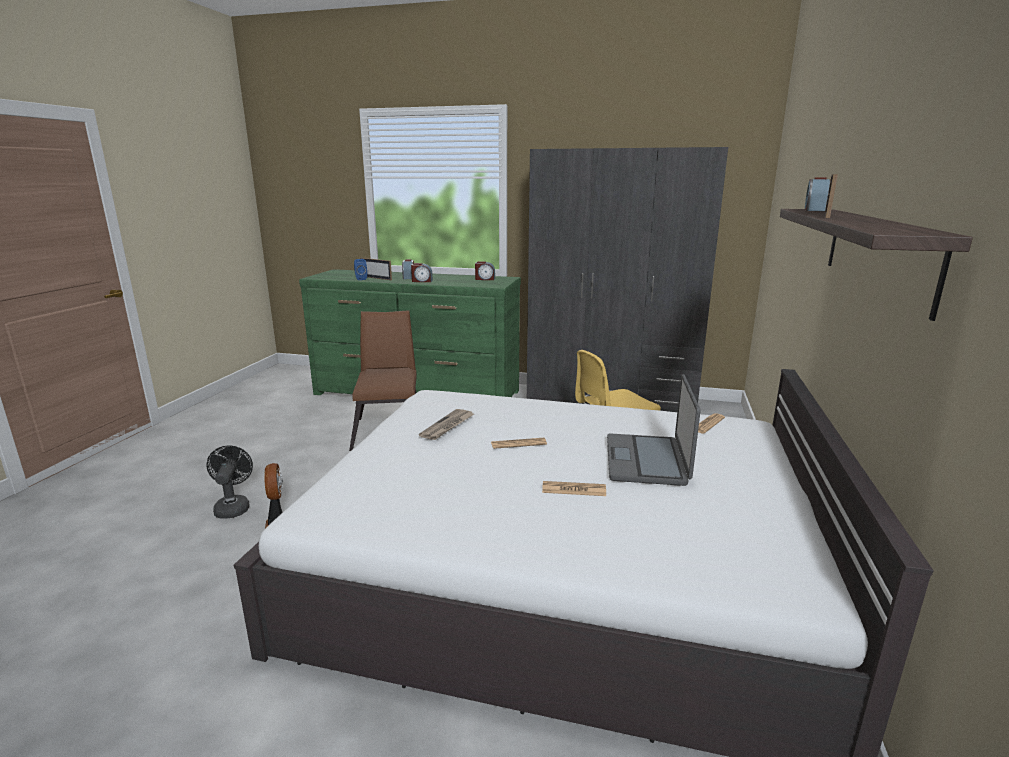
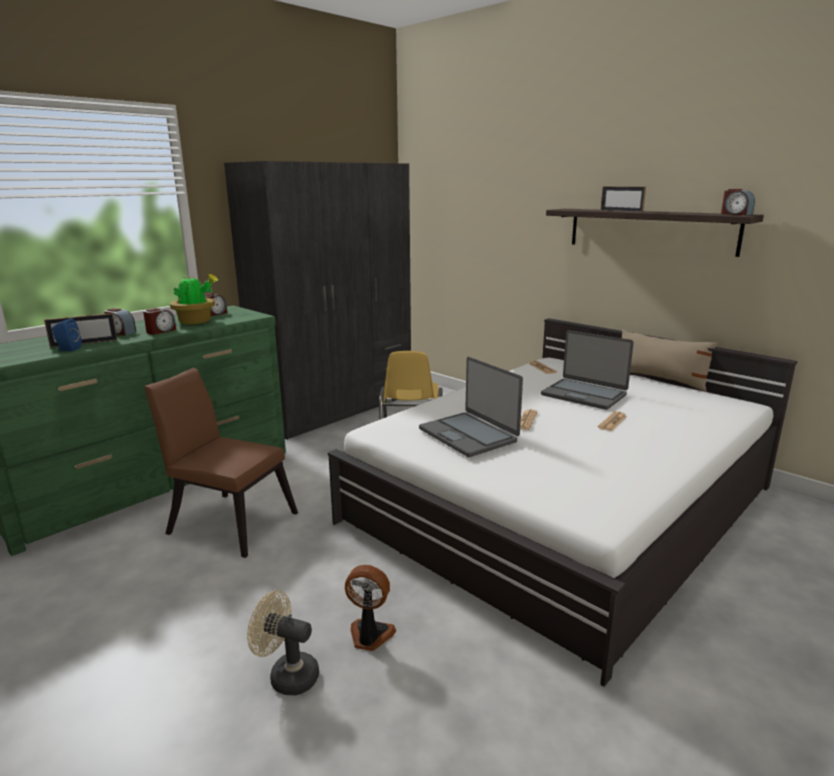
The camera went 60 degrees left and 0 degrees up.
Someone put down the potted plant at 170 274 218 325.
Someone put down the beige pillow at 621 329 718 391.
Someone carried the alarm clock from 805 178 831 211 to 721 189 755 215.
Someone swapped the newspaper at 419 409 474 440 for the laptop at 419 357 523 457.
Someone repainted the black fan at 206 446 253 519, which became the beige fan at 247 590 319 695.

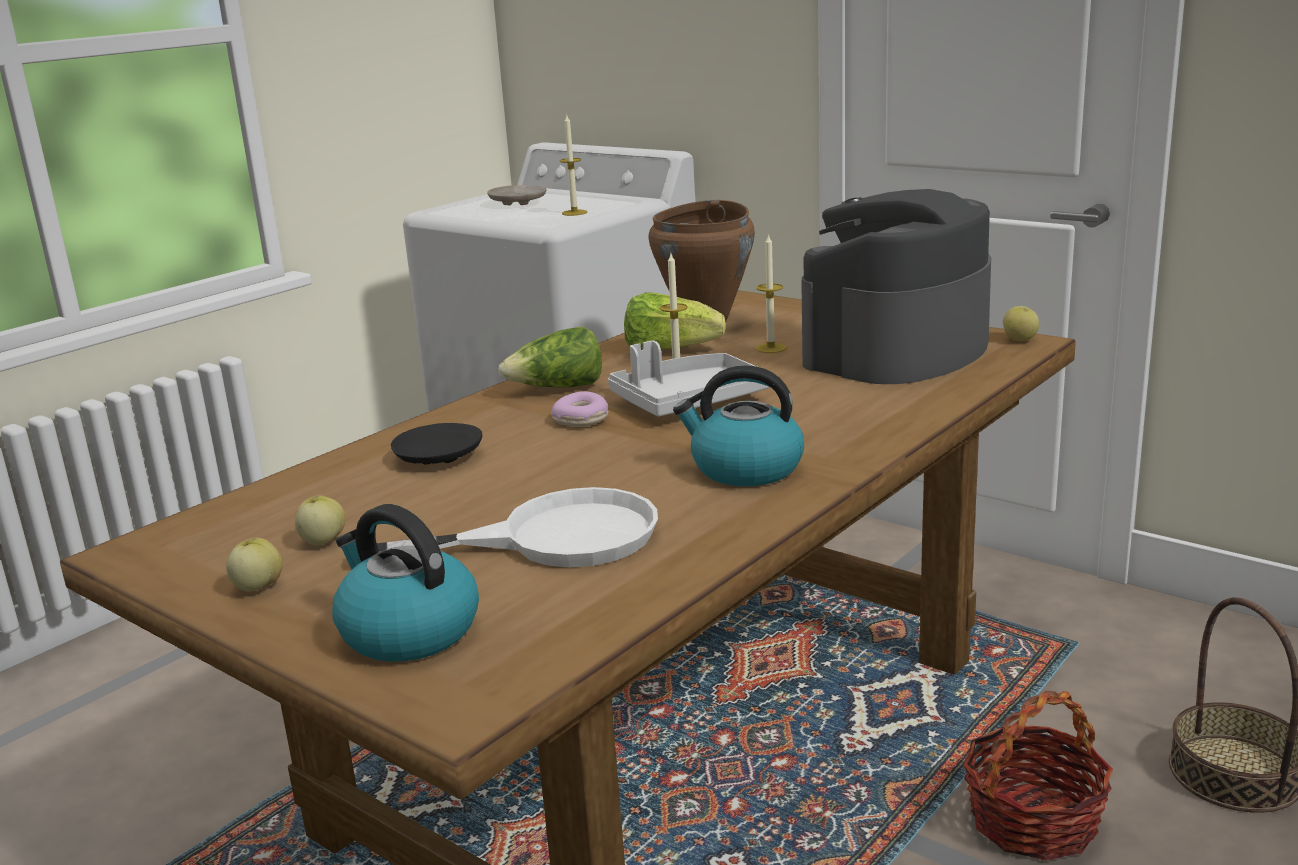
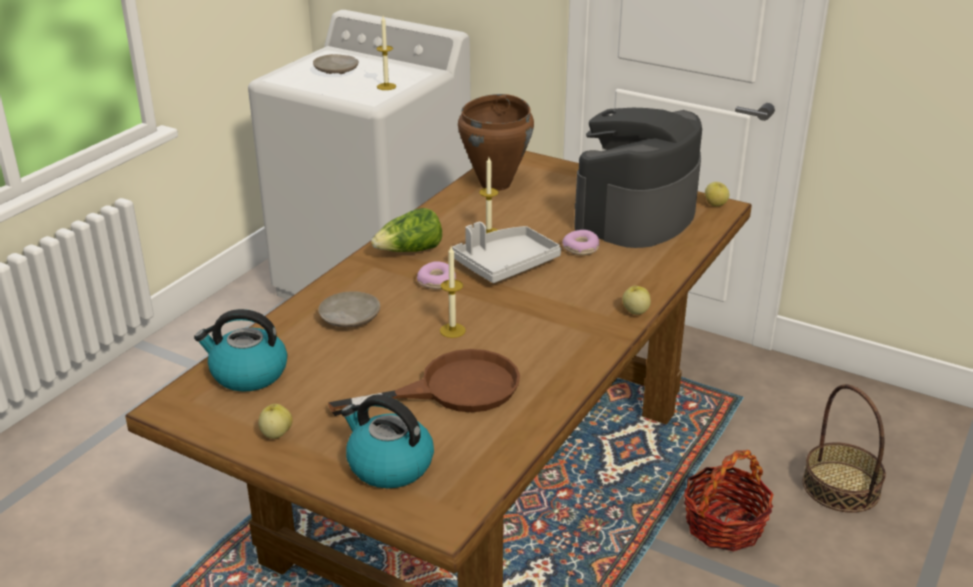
The camera went 10 degrees left and 10 degrees up.
Someone took away the lettuce at 624 292 726 350.
Someone put down the donut at 562 230 599 255.
Someone carried the apple from 295 495 346 545 to 622 286 651 315.
Someone carried the kettle from 673 366 804 486 to 194 309 287 392.
Someone carried the candle from 756 234 786 353 to 440 246 466 338.
Someone repainted the white frying pan at 377 487 658 567, which became the brown frying pan at 328 349 520 416.
Someone repainted the black plate at 391 423 482 465, which became the beige plate at 318 291 380 327.

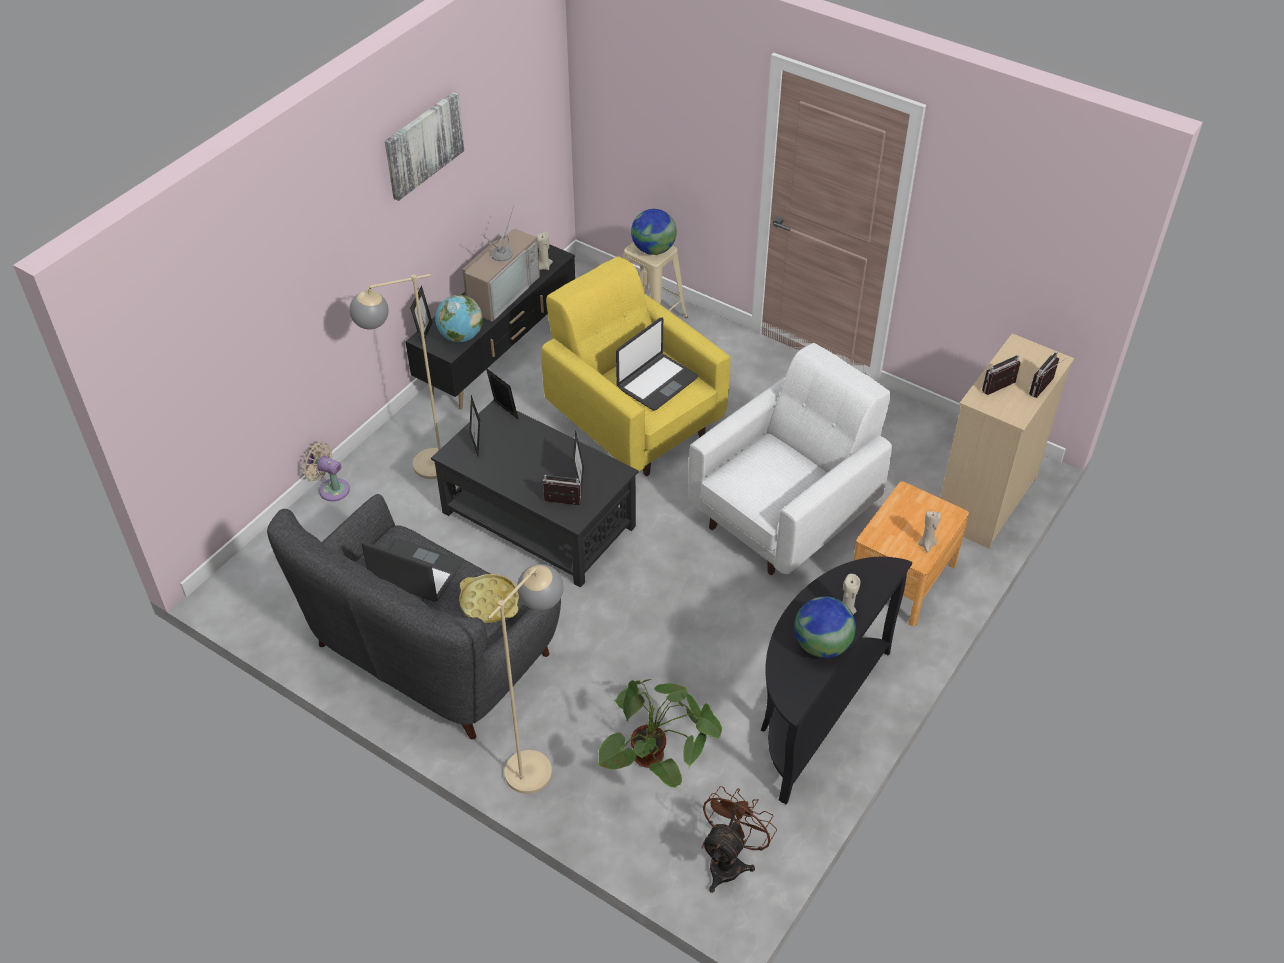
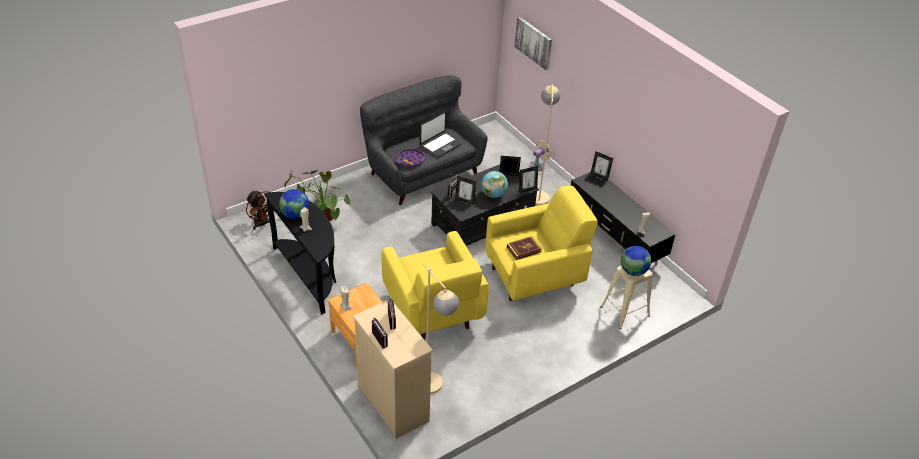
The camera went 110 degrees right and 5 degrees down.
Someone took away the television at 462 205 540 321.
Someone carried the picture from 385 92 465 201 to 514 17 552 70.
Someone carried the globe from 435 295 483 342 to 481 171 508 198.
Someone carried the beige floor lamp from 488 564 564 794 to 423 263 459 394.
Someone swapped the laptop at 616 318 698 411 for the book at 507 236 542 260.
Someone repainted the yellow tray at 459 574 519 623, which became the purple tray at 396 149 426 167.
Someone repainted the white armchair at 688 343 892 575, which became the yellow armchair at 382 231 489 340.

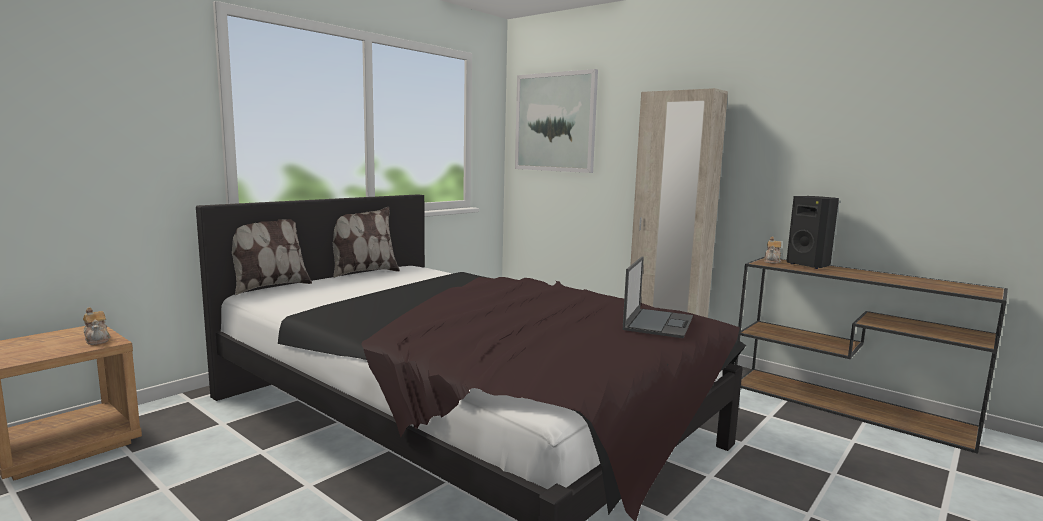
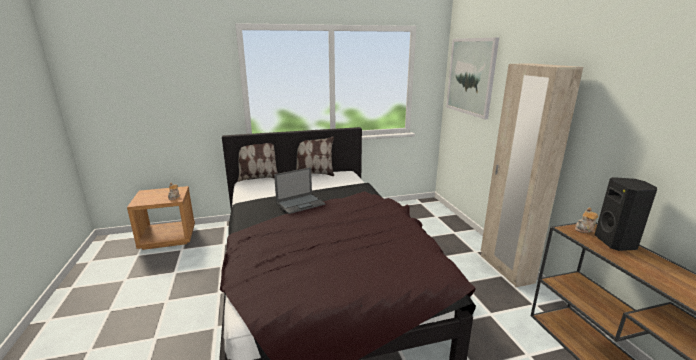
The camera went 35 degrees right and 10 degrees up.
Someone carried the laptop from 623 256 693 338 to 274 167 325 214.

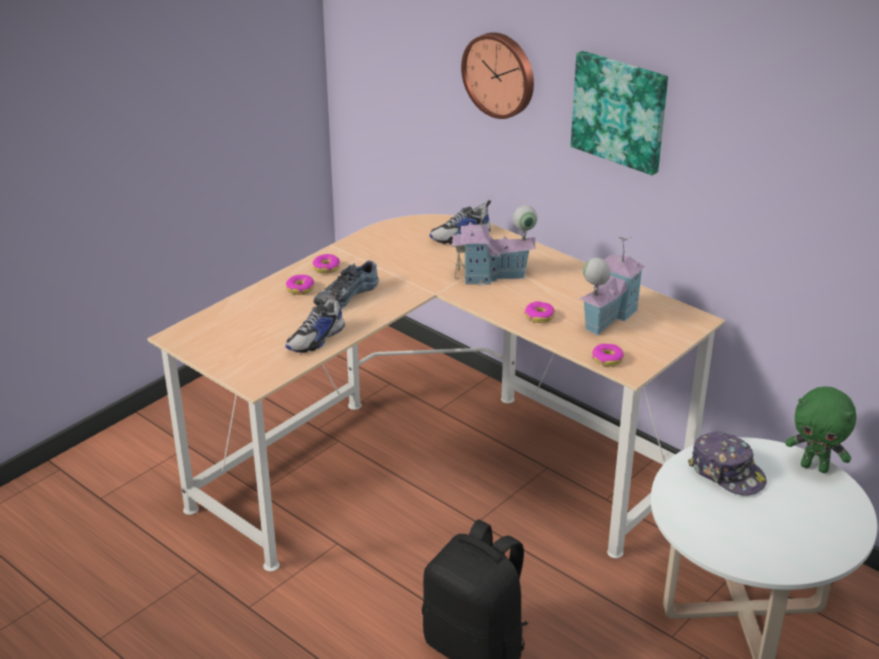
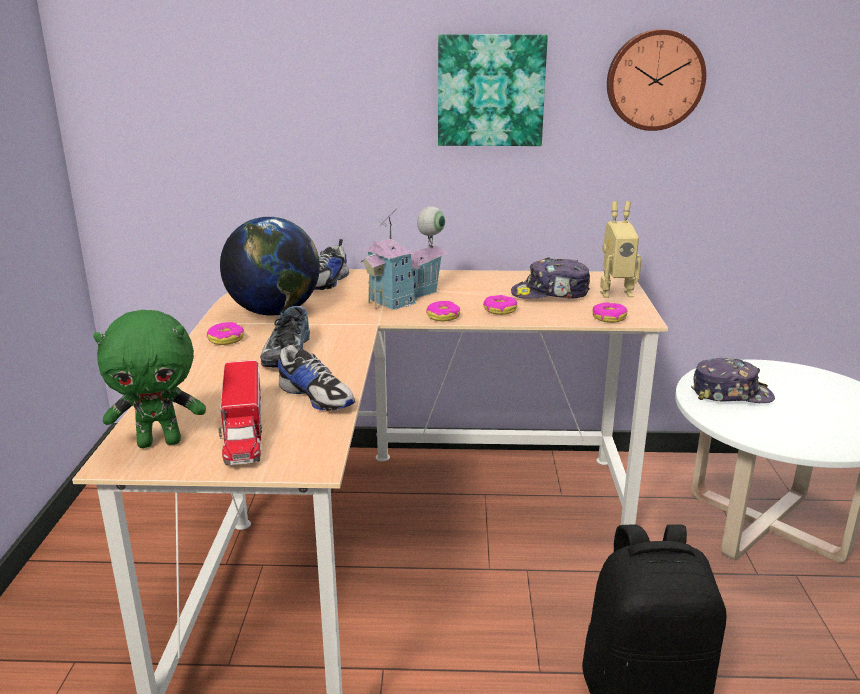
The camera went 40 degrees left and 10 degrees down.
Someone put down the toy truck at 218 360 262 465.
Someone put down the globe at 220 217 320 316.
Someone put down the toy robot at 600 201 642 298.
Someone carried the donut from 286 275 314 295 to 426 301 461 321.
Someone carried the wall clock from 461 32 534 119 to 607 29 706 131.
Someone carried the green plush toy from 786 386 856 473 to 93 310 206 448.
Someone swapped the toy house at 579 237 645 336 for the cap at 511 257 590 299.
Someone rotated the shoe at 285 292 345 353 by 45 degrees counterclockwise.

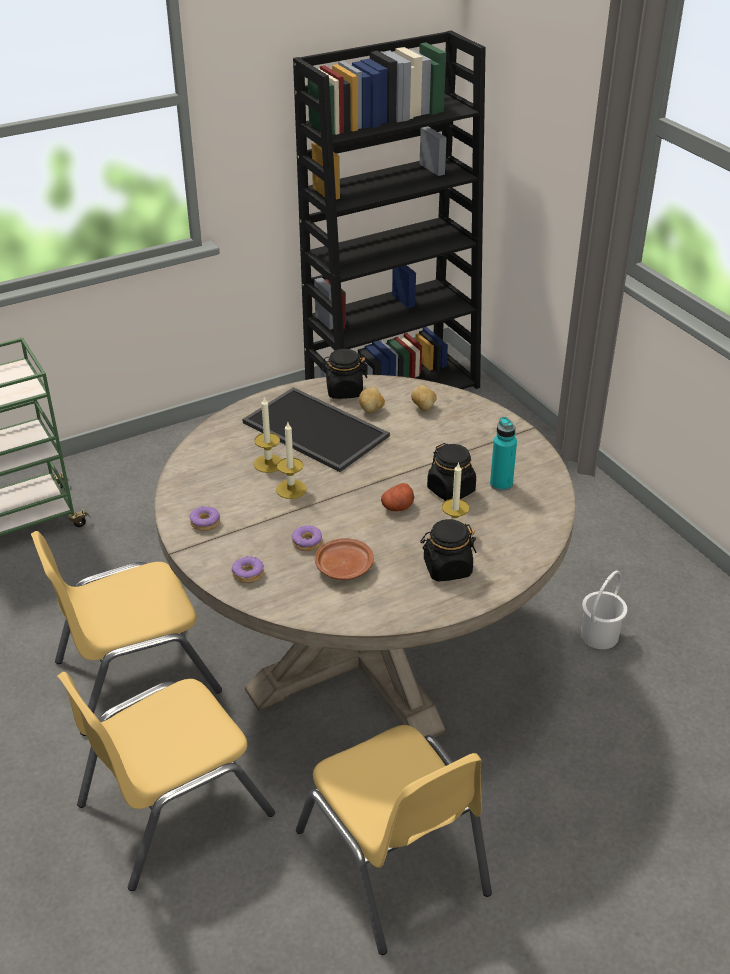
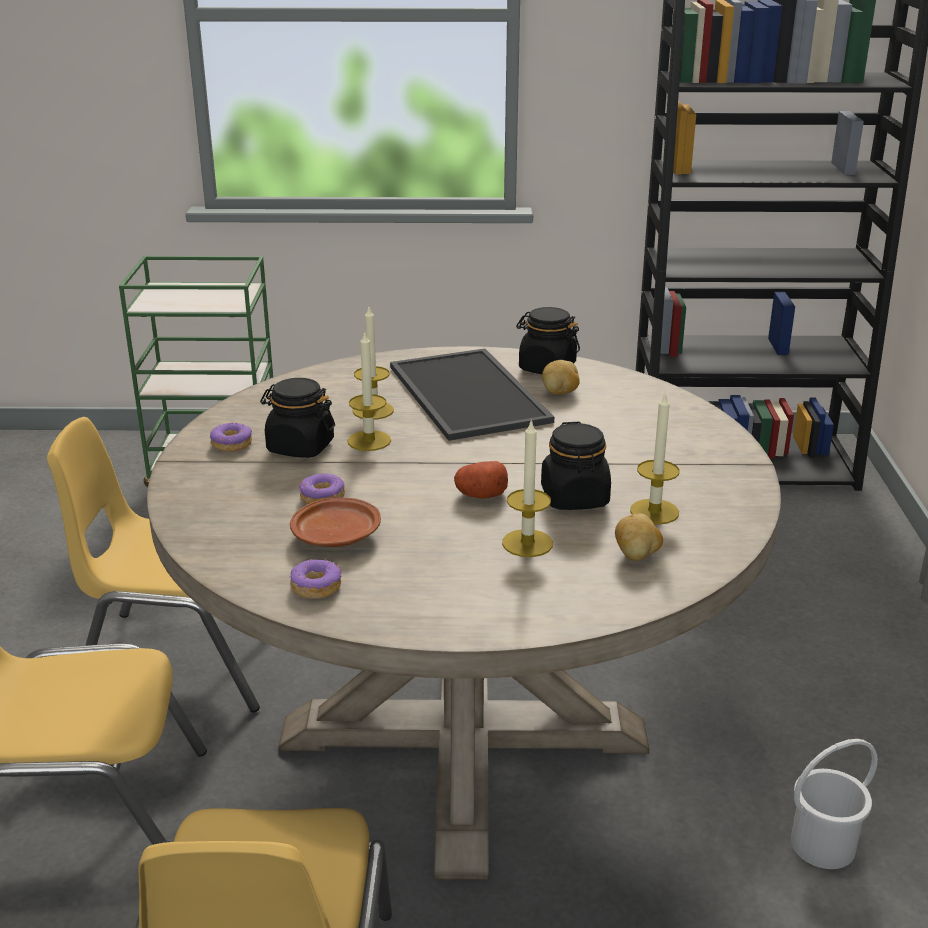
The camera went 30 degrees right and 10 degrees down.
Someone carried the donut from 231 556 264 583 to 289 559 341 599.
Someone carried the potato from 411 385 437 411 to 615 514 663 561.
Someone carried the black jar from 420 519 476 582 to 260 378 335 458.
Someone swapped the turquoise bottle at 490 417 517 491 for the candle at 630 391 680 525.

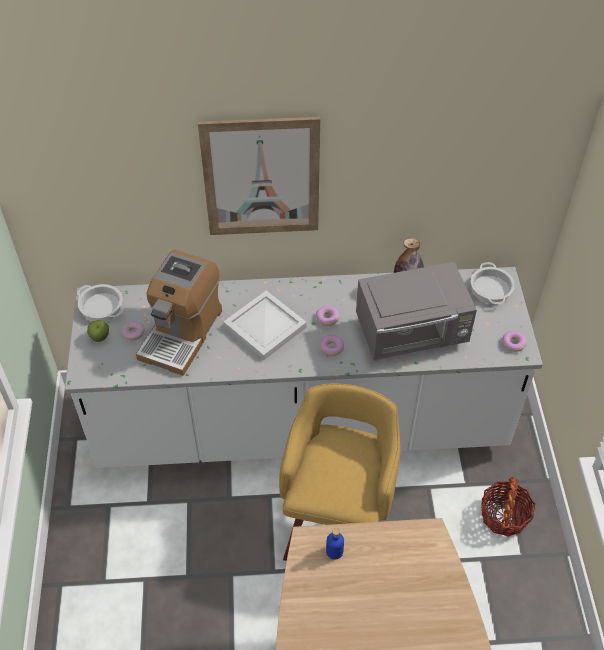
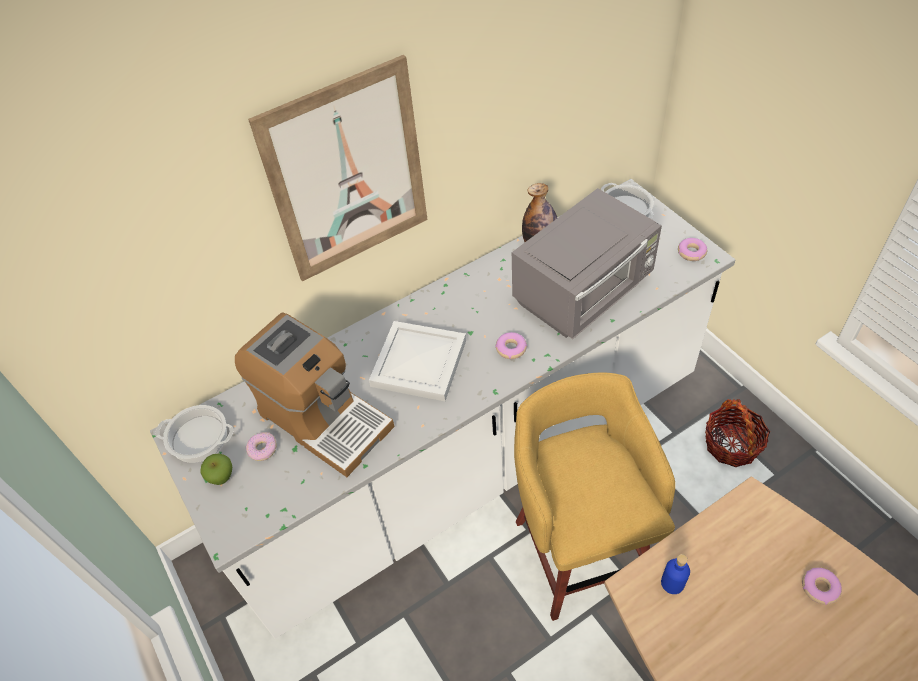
The camera went 25 degrees left and 0 degrees up.
Someone carried the donut from 316 306 339 326 to 802 568 842 605.
Someone rotated the coffee machine at 136 250 222 376 by 45 degrees counterclockwise.

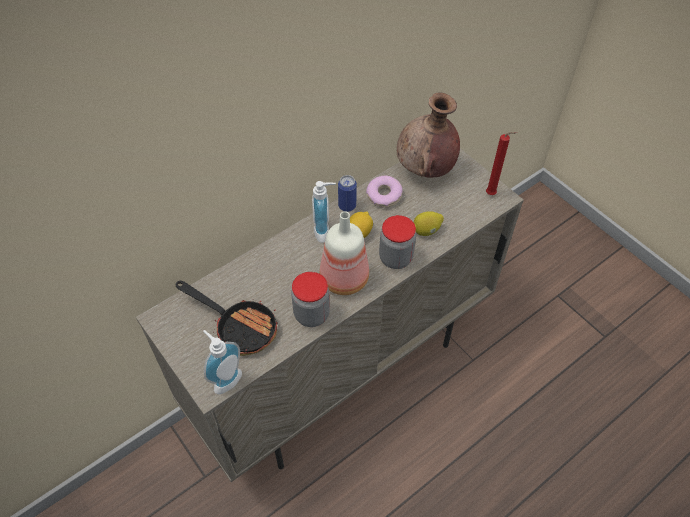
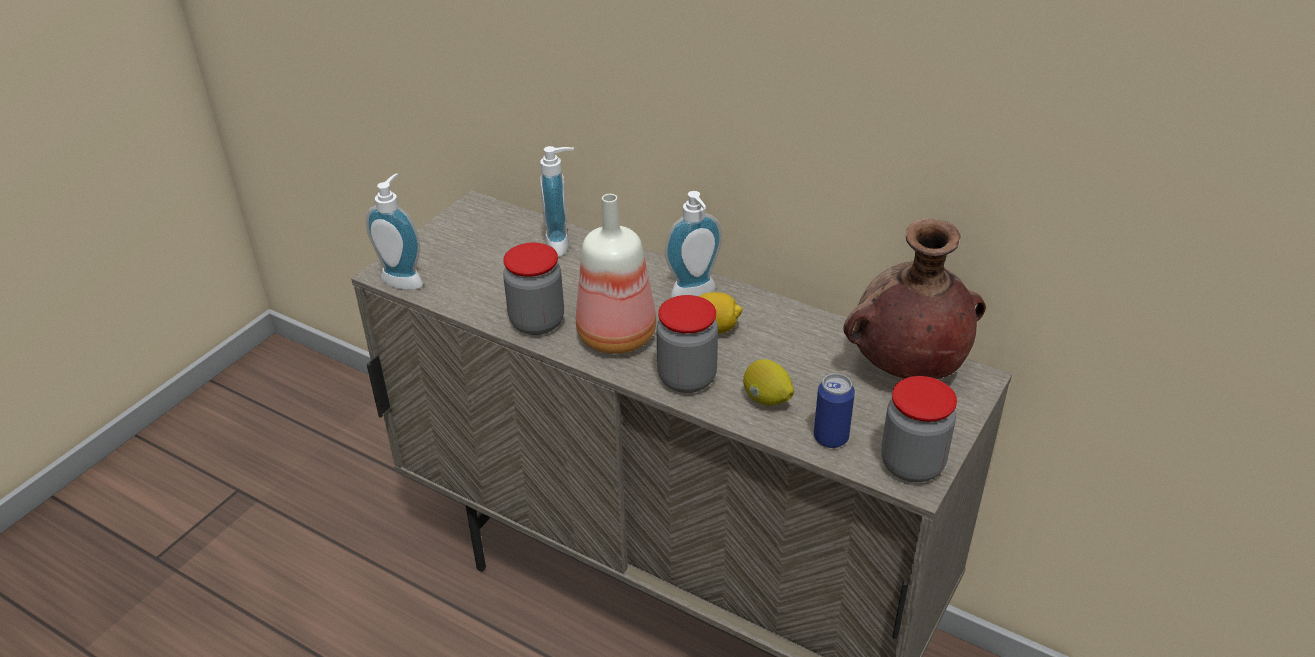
The camera went 70 degrees right and 15 degrees down.
Someone took away the frying pan at 176 281 278 356.
Someone took away the donut at 366 175 403 207.
Someone put down the soap dispenser at 540 146 574 257.
Someone carried the can from 338 175 357 212 to 814 373 855 448.
Someone swapped the red candle at 486 132 517 195 for the jar at 881 376 957 482.

